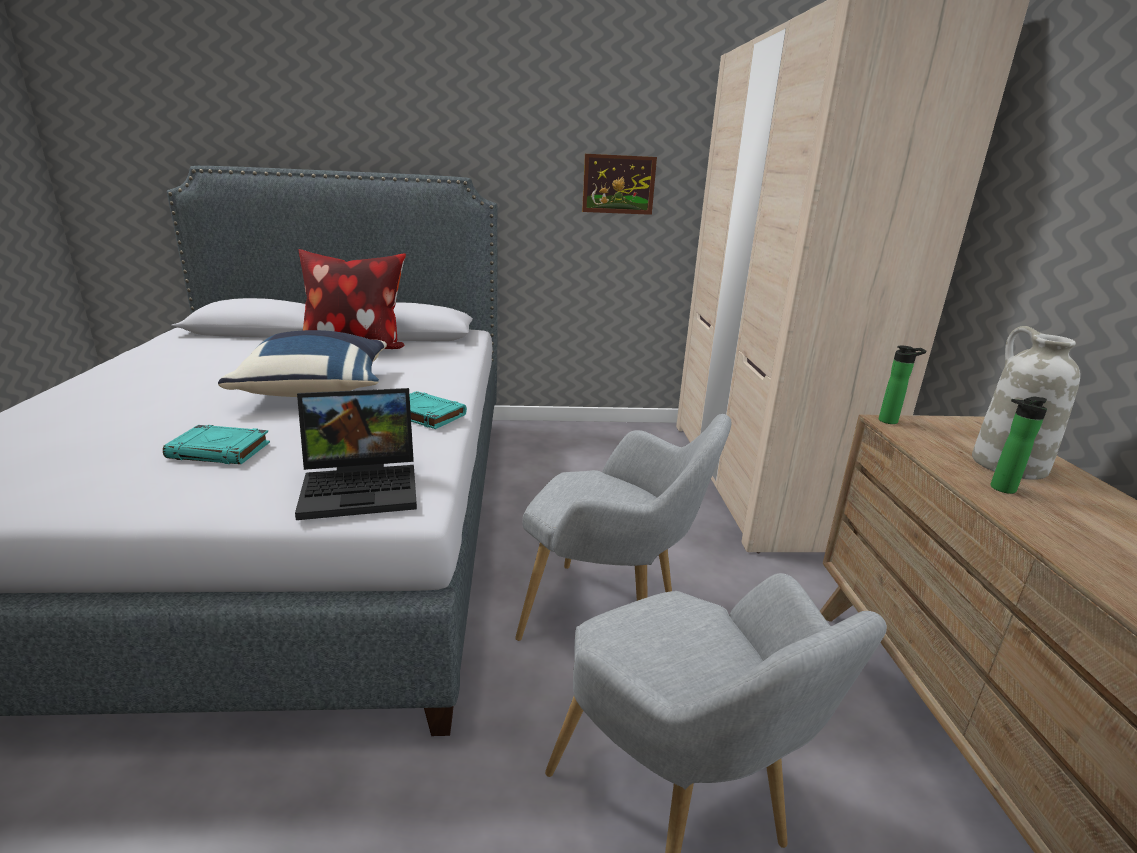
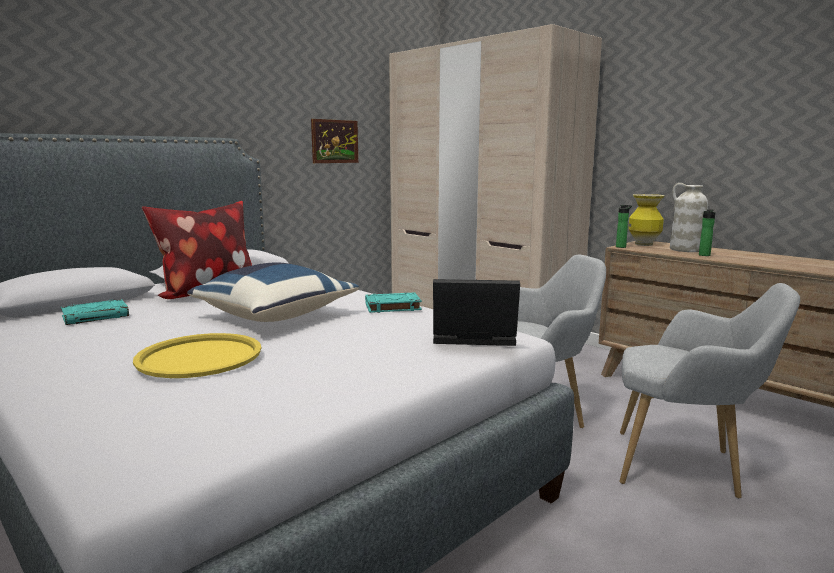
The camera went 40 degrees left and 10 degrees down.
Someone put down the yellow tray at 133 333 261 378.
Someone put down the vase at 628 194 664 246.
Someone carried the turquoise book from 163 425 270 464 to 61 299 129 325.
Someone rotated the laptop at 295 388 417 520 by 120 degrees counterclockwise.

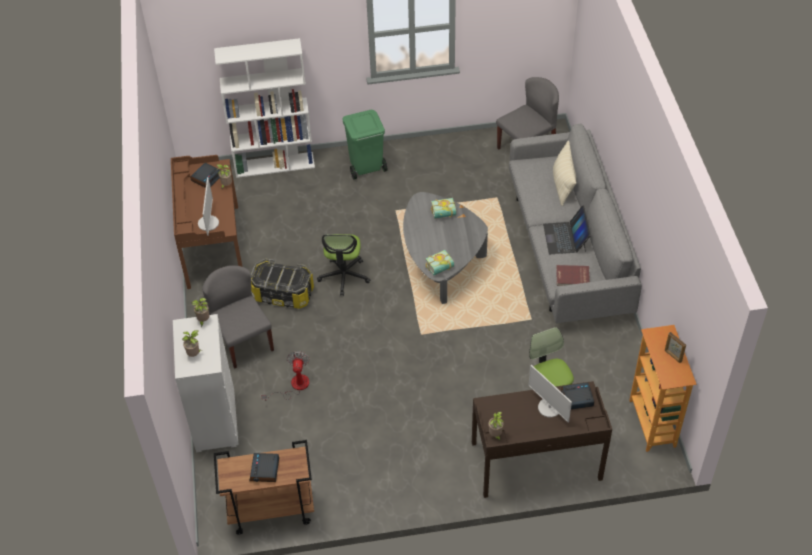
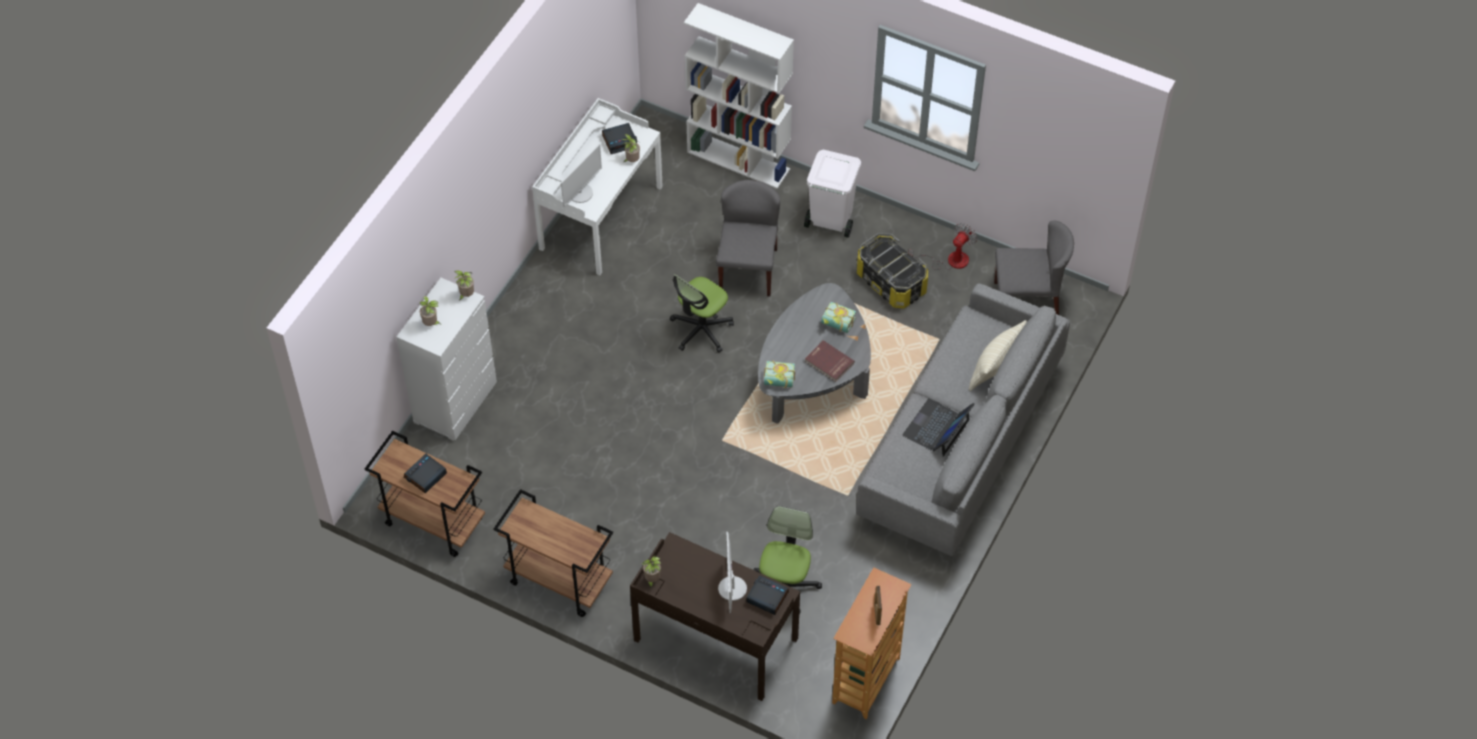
The camera went 35 degrees right and 5 degrees up.
Someone put down the brown cart at 494 489 613 617.
Someone carried the grey chair from 202 265 274 368 to 716 180 780 296.
Someone carried the storage box from 251 259 314 309 to 857 233 928 308.
Someone carried the fan from 261 351 310 401 to 908 223 977 270.
Someone carried the red book from 556 265 590 286 to 805 340 855 382.
Someone repainted the brown desk at 171 155 243 289, which became the white desk at 532 98 663 275.
Someone repainted the green trash can at 342 110 388 180, which became the white trash can at 804 150 861 238.

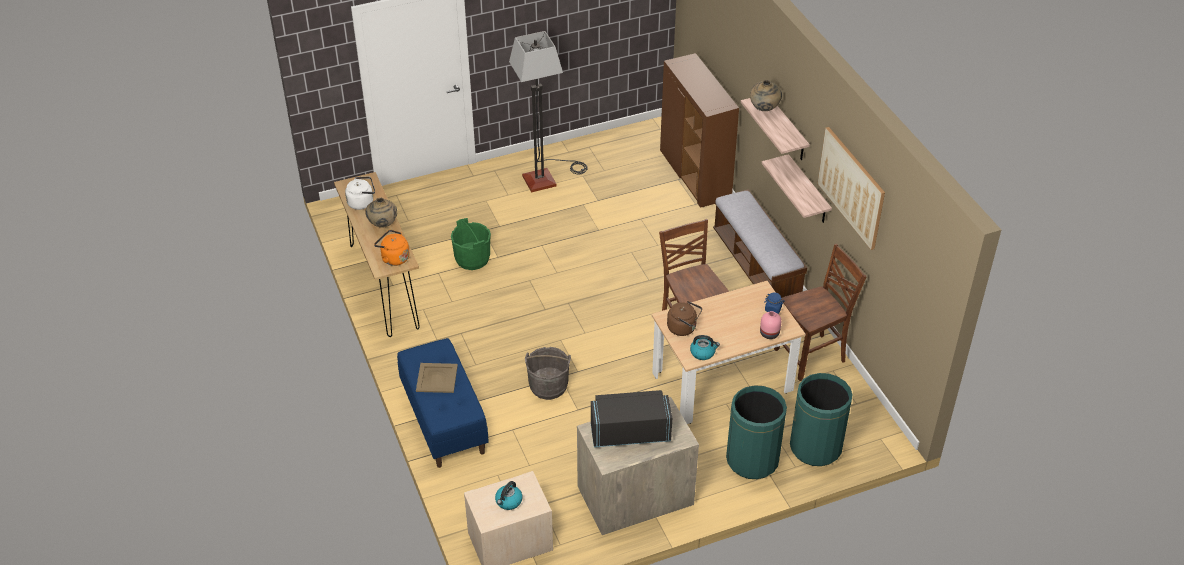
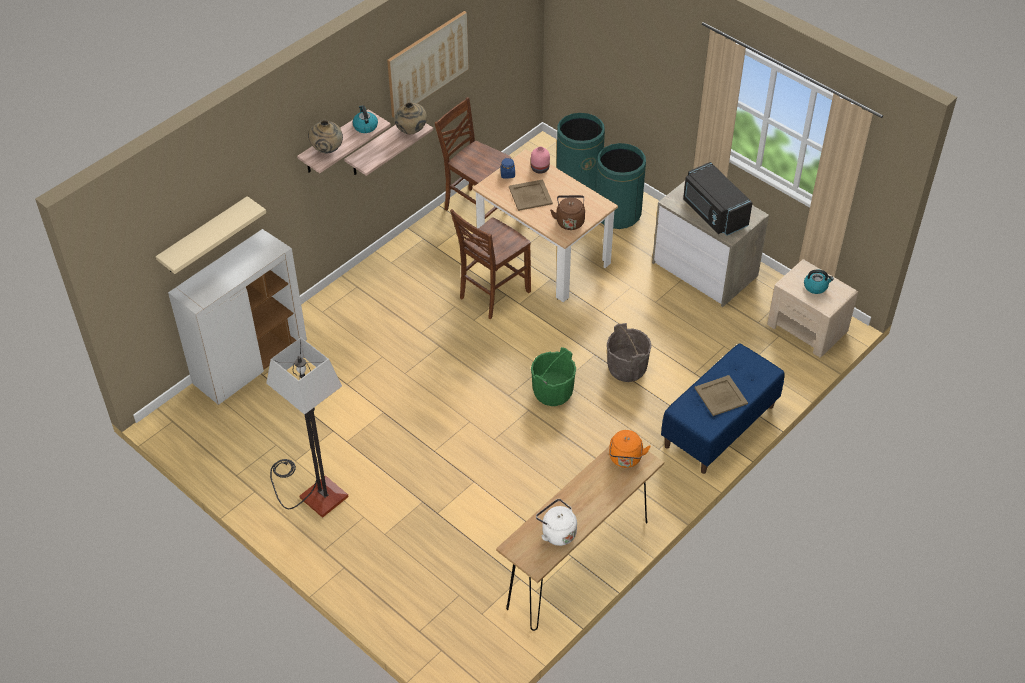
The camera went 115 degrees left and 5 degrees up.
Someone took away the bench at 713 189 807 298.
Someone put up the beige shelf at 156 196 266 274.
Someone put down the beige tray at 509 179 553 211.
Someone carried the beige vase from 365 198 397 228 to 394 102 427 134.
Someone carried the green bucket from 451 218 491 270 to 531 347 576 406.
Someone carried the kettle from 690 335 720 360 to 352 105 378 133.
Someone repainted the brown cabinet at 660 53 739 208, which became the white cabinet at 168 229 307 405.

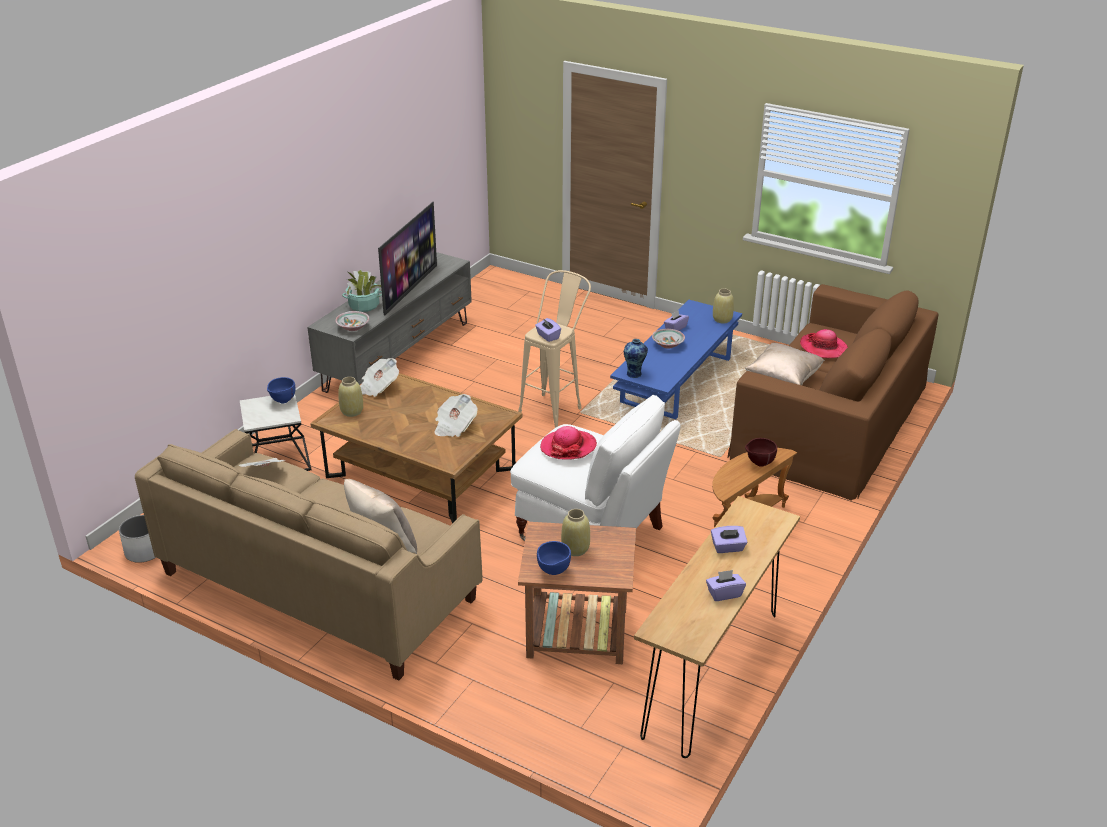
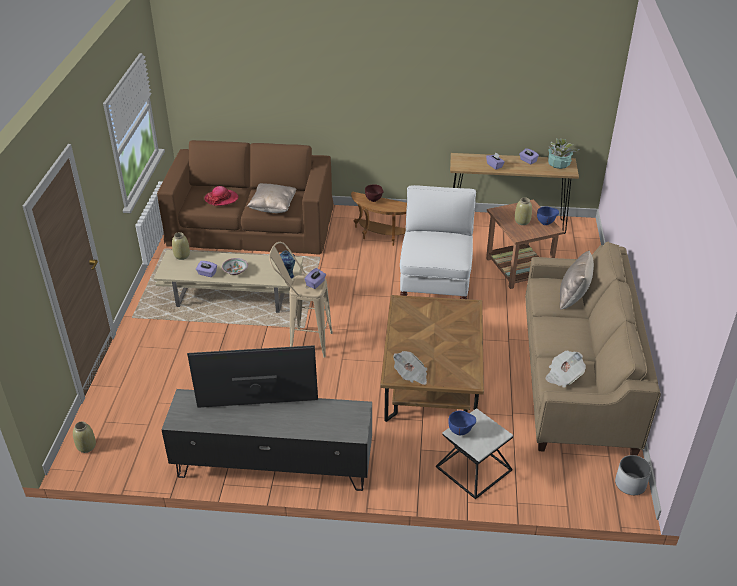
The camera went 115 degrees left and 5 degrees up.
Someone took away the bowl at 335 311 370 331.
Someone took away the newspaper at 434 394 478 437.
Someone took away the hat at 540 426 597 459.
Someone carried the beige vase from 338 377 363 417 to 73 421 96 453.
Someone carried the potted plant from 342 269 382 312 to 548 138 579 169.
Someone repainted the blue coffee table at 610 300 742 419, which became the beige coffee table at 153 250 303 313.

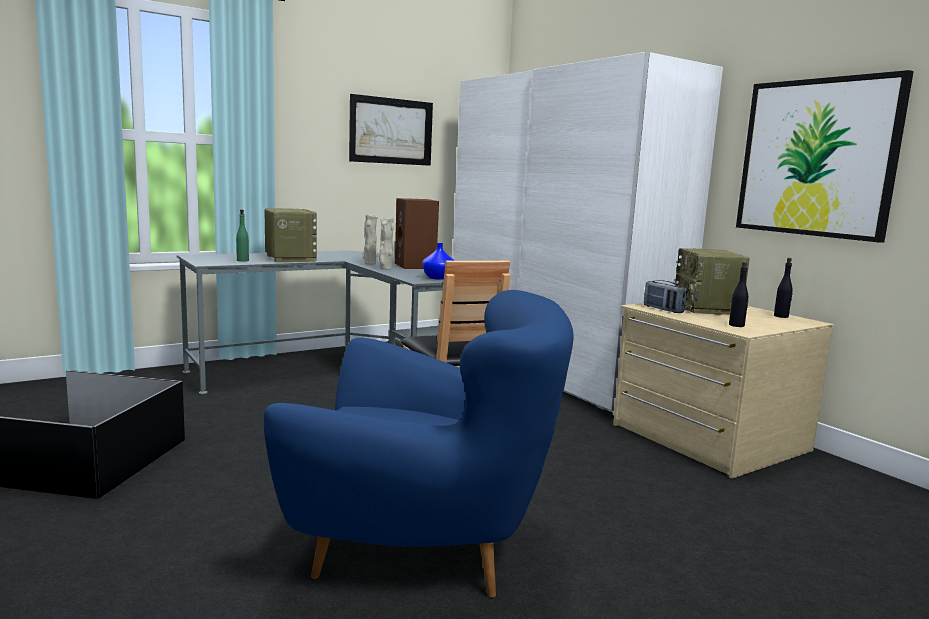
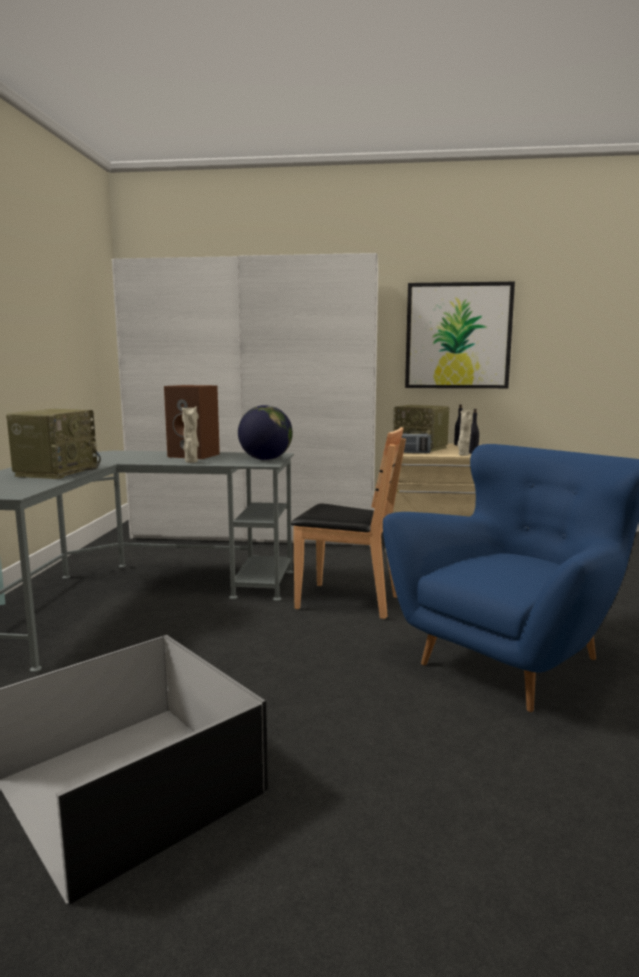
The camera went 50 degrees left and 0 degrees up.
Someone took away the green bottle at 236 210 249 262.
Someone took away the picture at 349 94 433 166.
Someone carried the beige vase from 363 215 378 265 to 458 410 472 456.
Someone swapped the blue vase at 422 243 455 280 for the globe at 238 405 293 460.
Someone rotated the radio at 264 208 317 262 by 90 degrees clockwise.

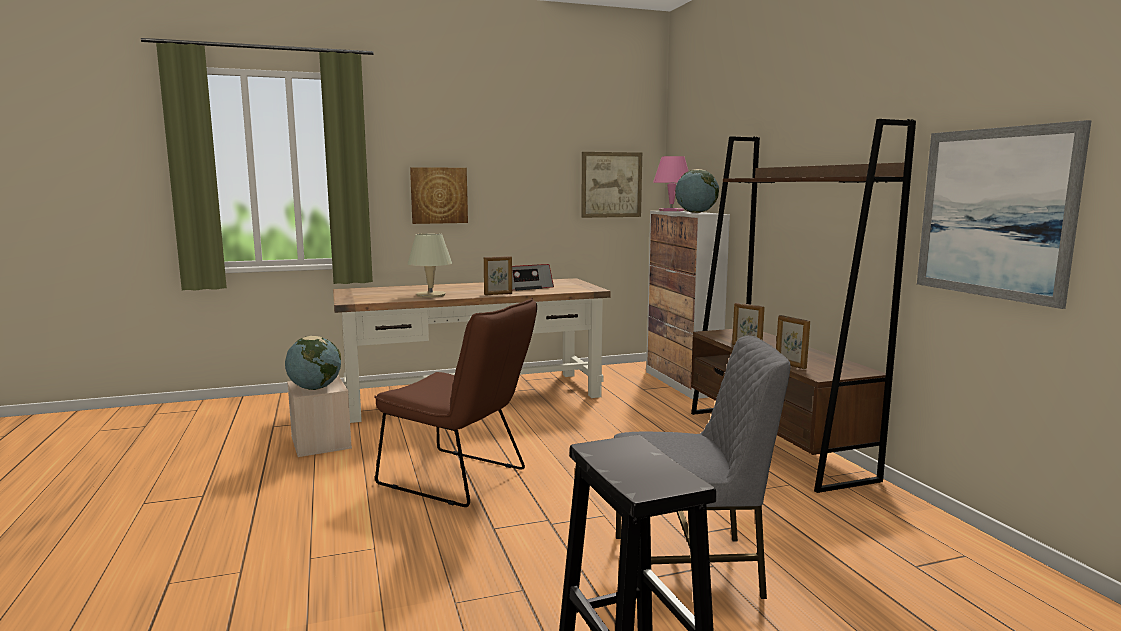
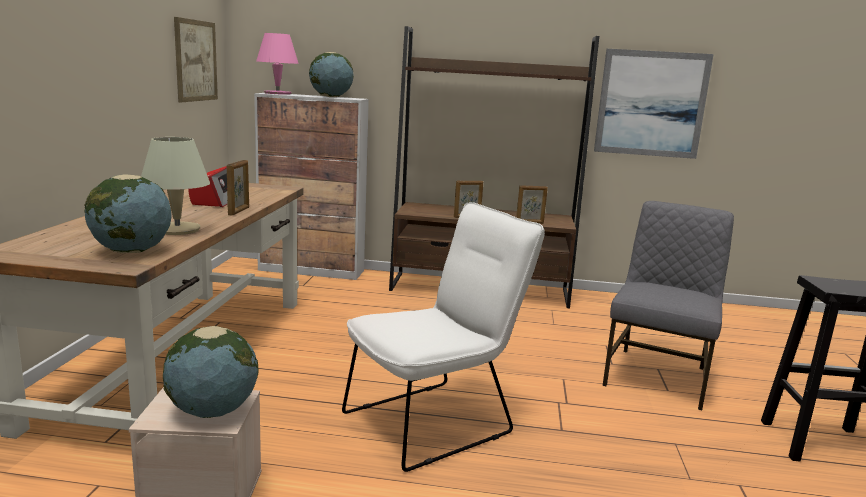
The camera went 65 degrees left and 5 degrees up.
Someone took away the picture at 410 167 468 224.
Someone put down the globe at 84 174 172 253.
Someone repainted the brown chair at 374 298 537 507, which became the white chair at 342 202 545 472.

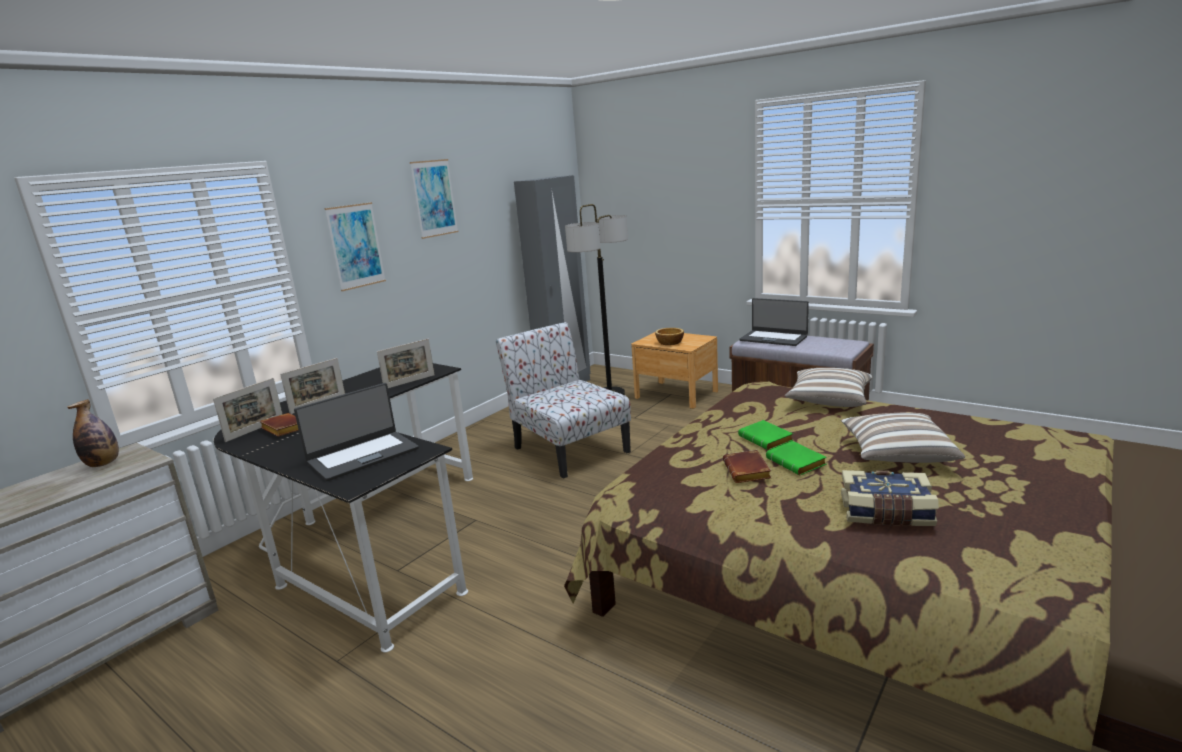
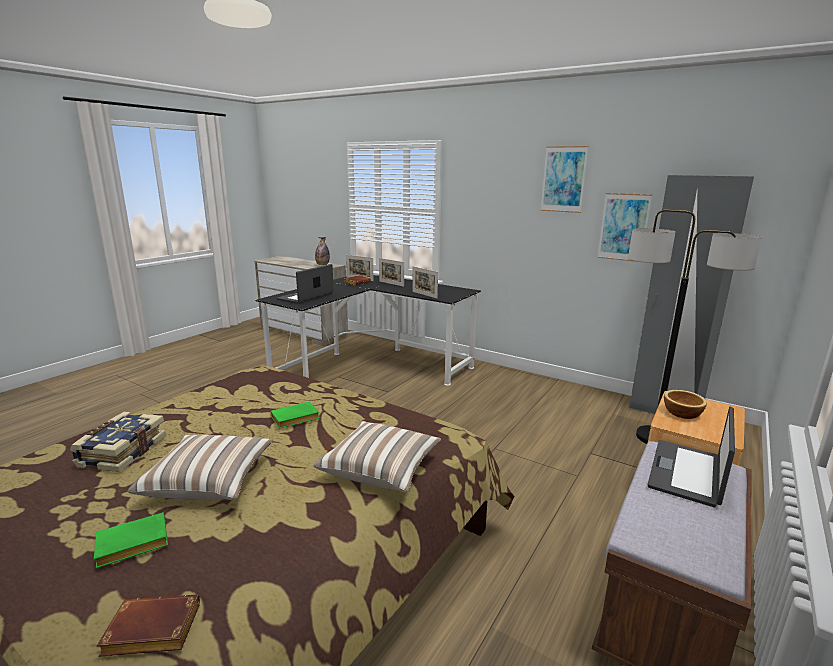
The camera went 85 degrees right and 0 degrees up.
Someone took away the chair at 496 322 631 478.
Someone carried the picture from 324 202 386 291 to 597 193 652 262.
Someone carried the brown book from 723 450 771 483 to 97 594 200 657.
Someone carried the green book from 766 441 827 475 to 94 512 168 568.
Someone rotated the laptop at 294 383 419 481 by 75 degrees clockwise.

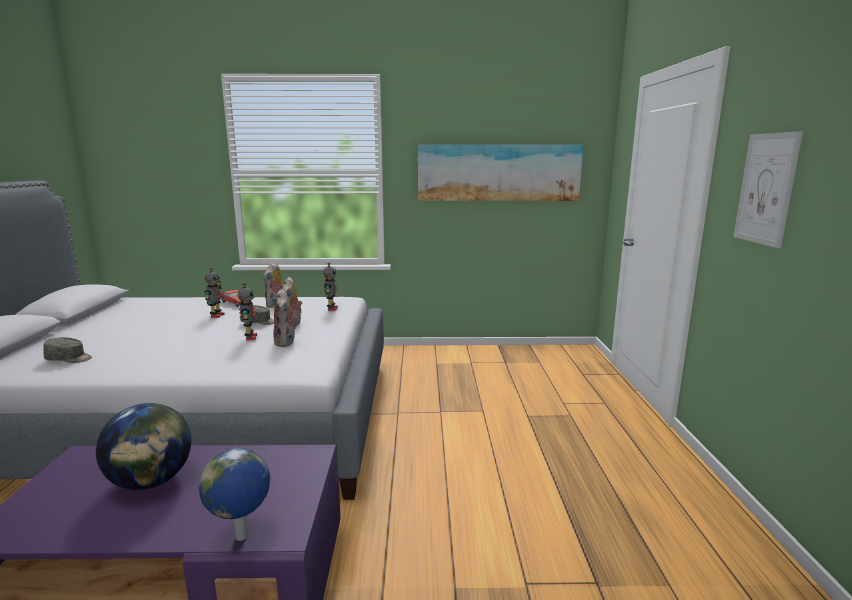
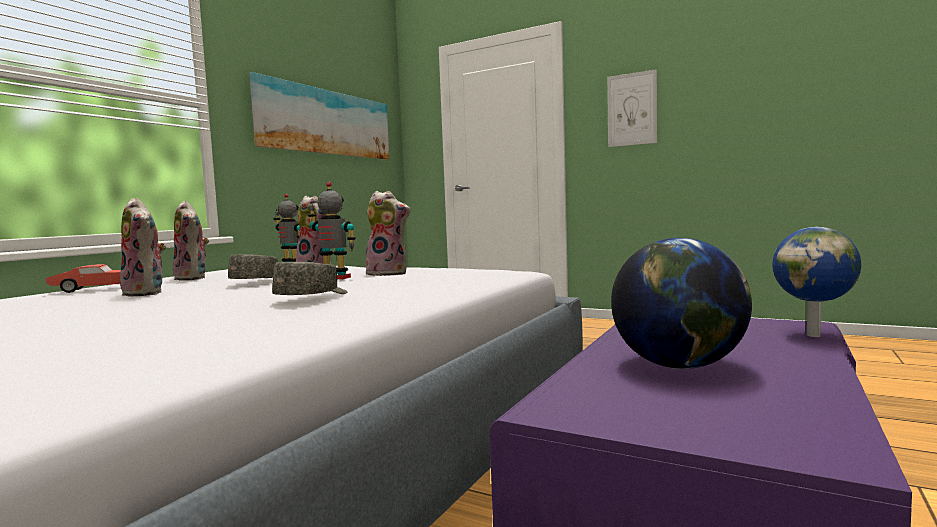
The camera went 60 degrees left and 10 degrees down.
Someone carried the grey cap from 43 337 92 363 to 272 262 347 295.
Someone swapped the toy robot at 205 268 225 318 for the plush toy at 120 198 166 297.

